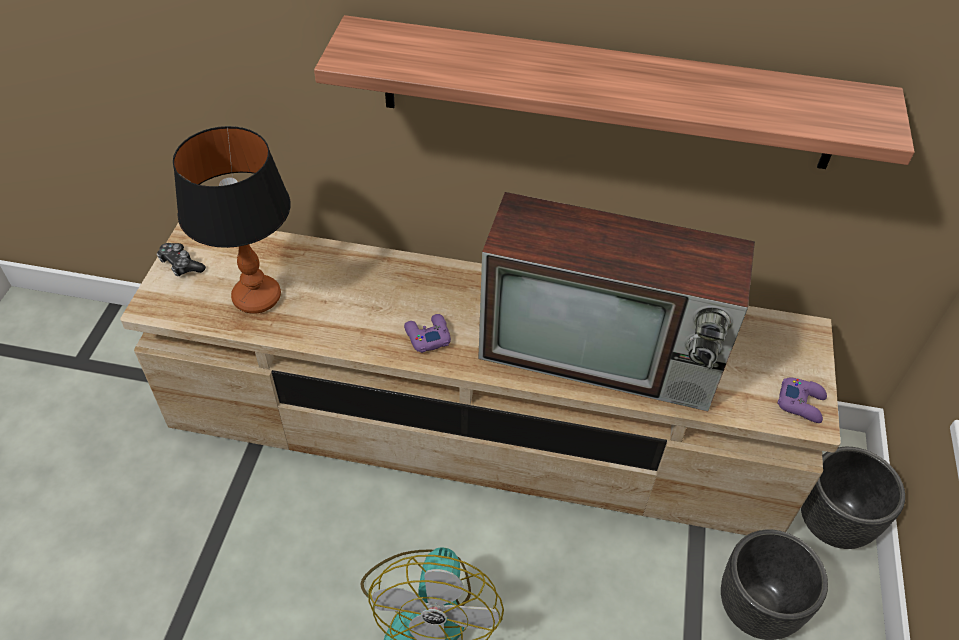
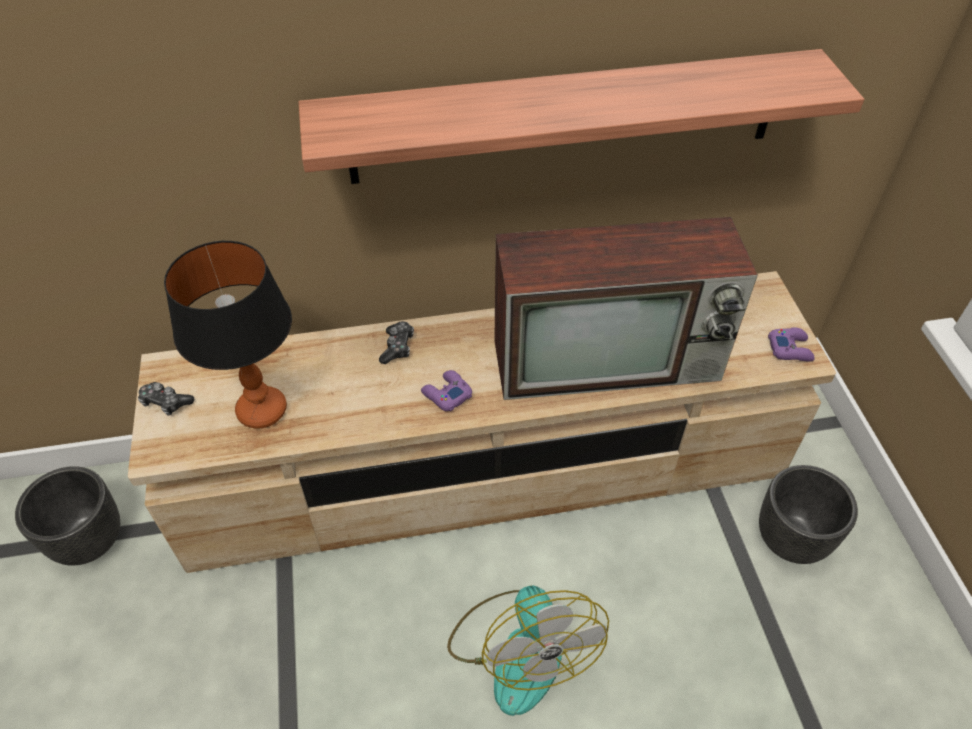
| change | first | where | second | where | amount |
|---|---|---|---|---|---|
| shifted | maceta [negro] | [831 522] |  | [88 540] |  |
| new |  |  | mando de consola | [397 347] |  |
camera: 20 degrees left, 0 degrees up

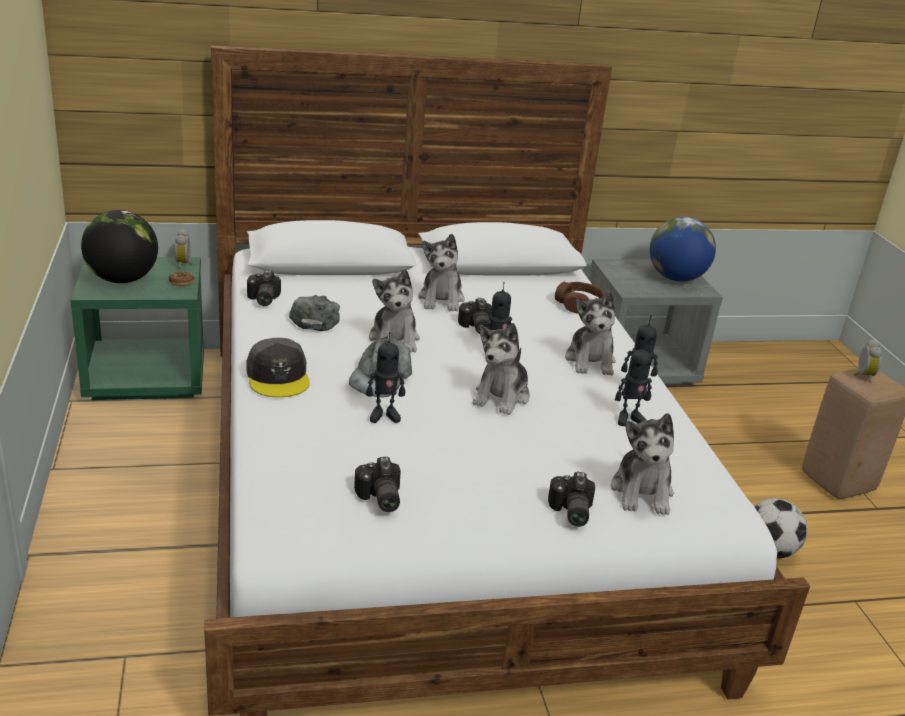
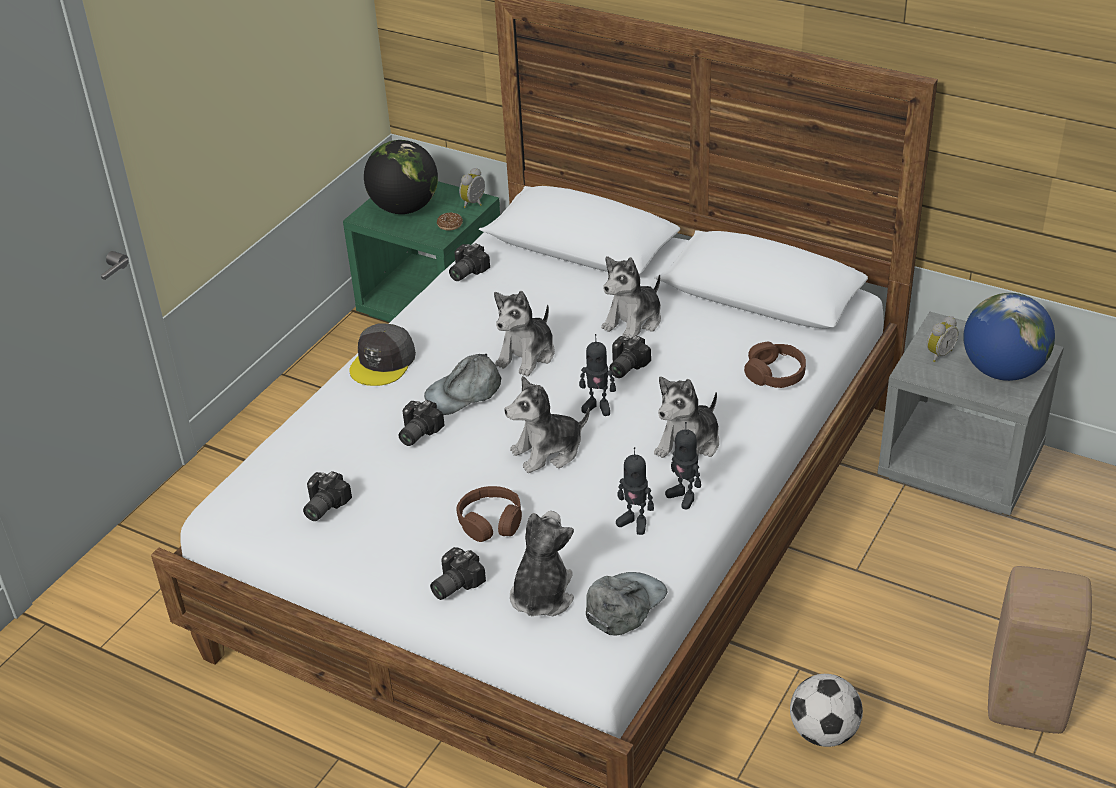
| change | first | where | second | where | amount |
|---|---|---|---|---|---|
| shifted | gorra [gris] | [315 317] |  | [624 604] |  |
| swapped | robot de juguete | [384 415] | cámara | [416 433] |  |
| rotated | peluche | [642 492] |  | [541 595] | 150 degrees clockwise |
| shifted | despertador | [862 376] |  | [938 354] |  |
| new |  |  | auriculares [marrón] | [490 522] |  |
camera: 45 degrees right, 10 degrees up

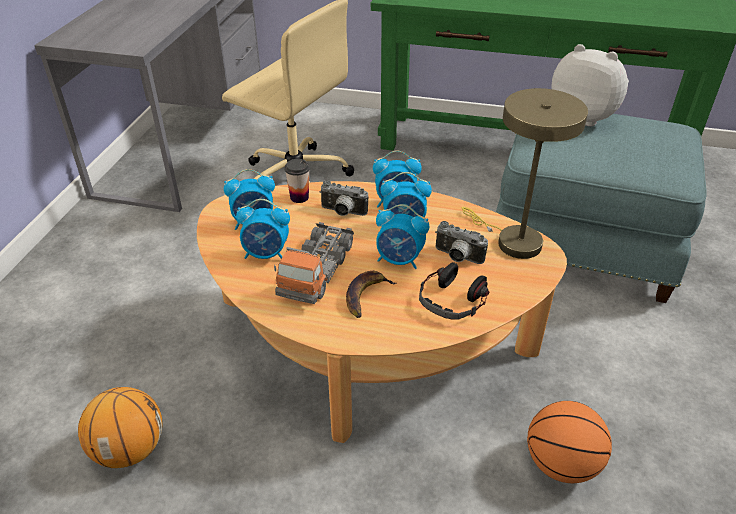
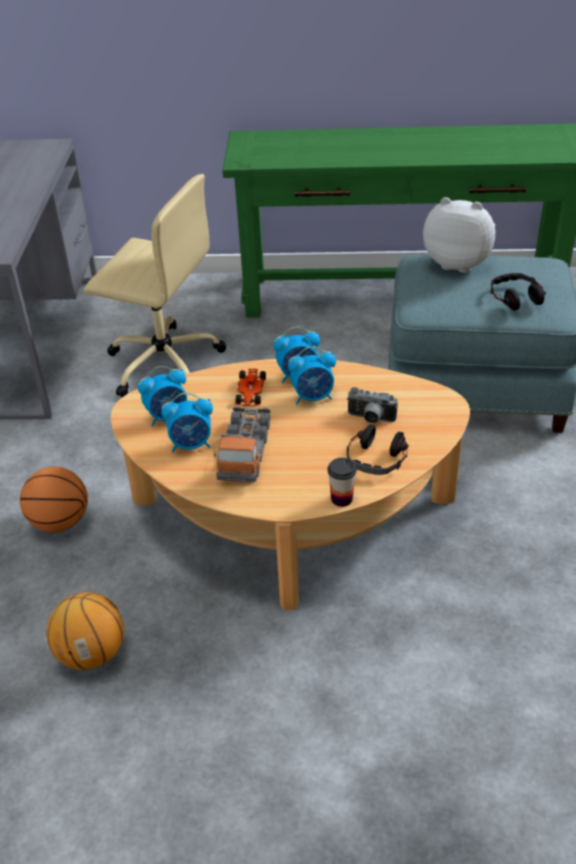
| change | first | where | second | where | amount |
|---|---|---|---|---|---|
| shifted | taza | [299 197] |  | [341 499] |  |
| swapped | cámara | [342 212] | coche de juguete | [250 393] |  |
| gone | plátano | [366 296] |  |  |  |
| gone | despertador | [399 260] |  |  |  |
| gone | lámpara de mesa [beis] | [512 241] |  |  |  |
| shifted | balón de baloncesto | [561 464] |  | [60 522] |  |
| new |  |  | auriculares | [515 297] |  |
camera: 10 degrees left, 0 degrees up

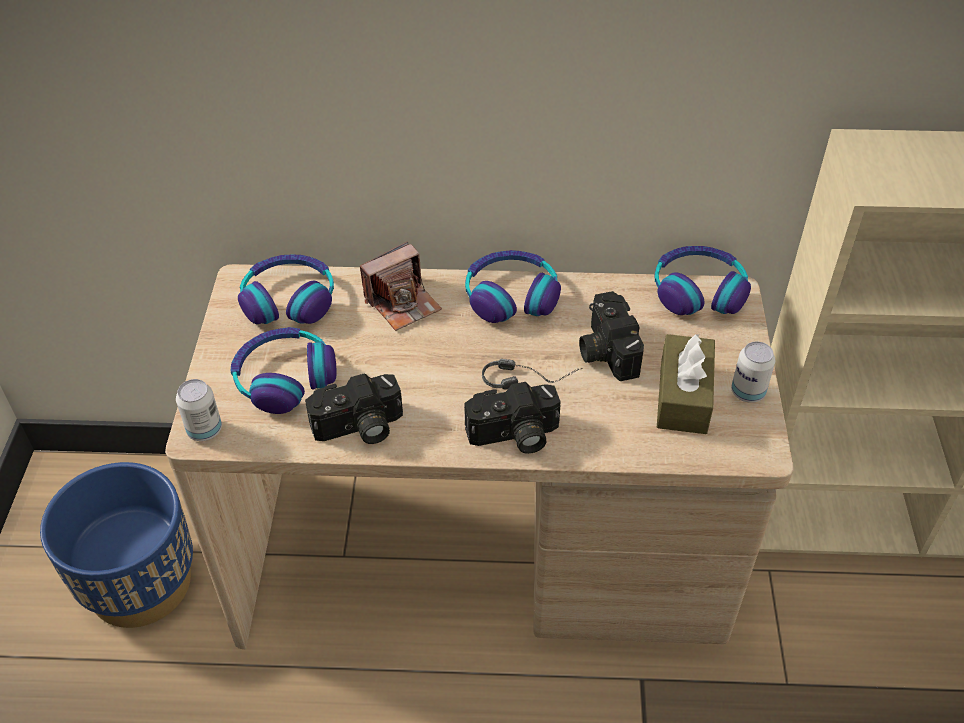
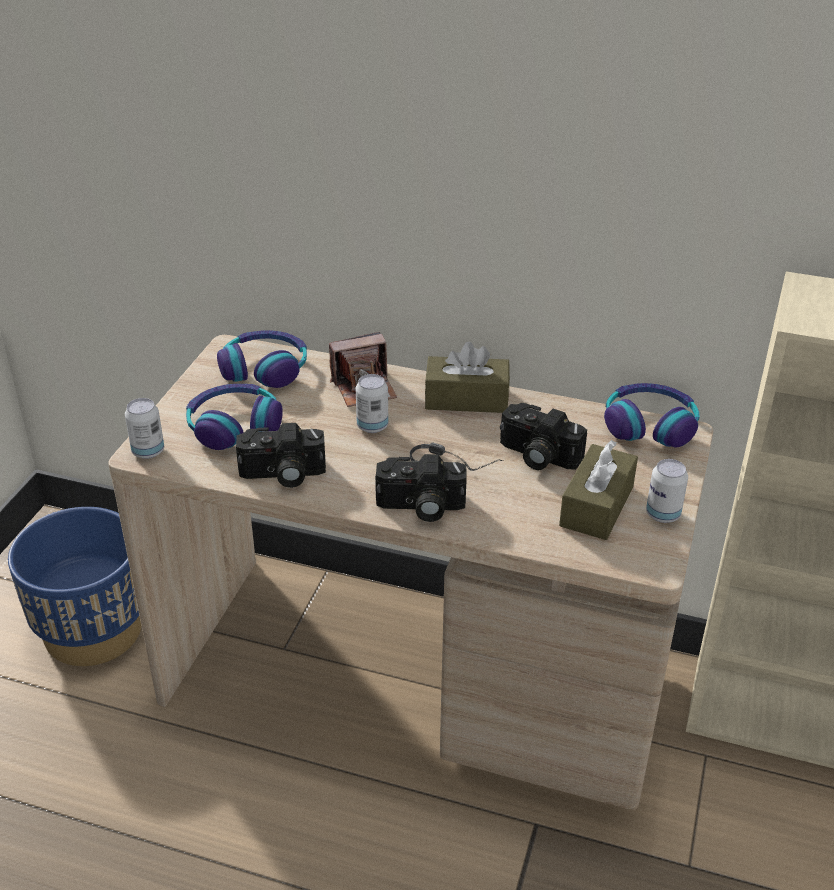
| change | first | where | second | where | amount |
|---|---|---|---|---|---|
| swapped | auriculares | [511 296] | caja de pañuelos [marrón] | [466 399] |  |
| rotated | cámara | [605 350] |  | [536 456] | 60 degrees counterclockwise |
| new |  |  | lata | [372 426] |  |
camera: 15 degrees right, 10 degrees down

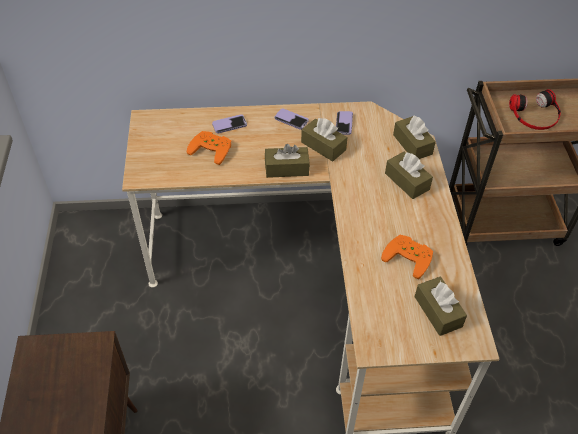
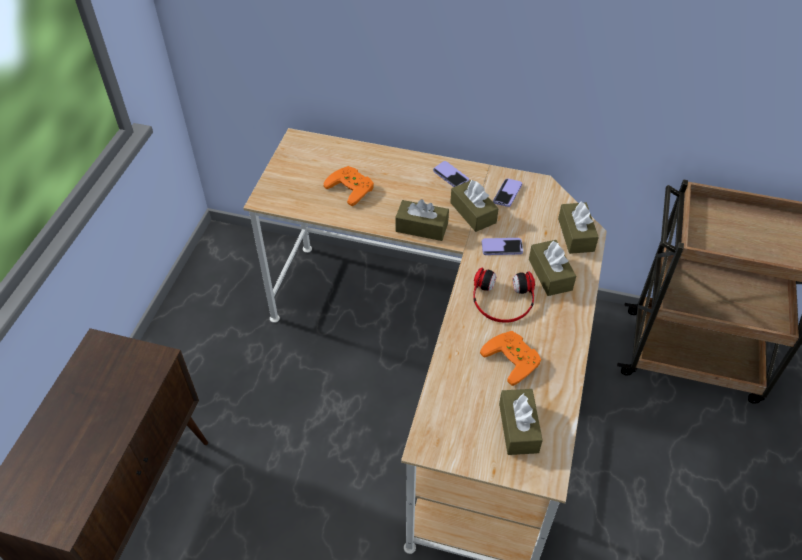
| change | first | where | second | where | amount |
|---|---|---|---|---|---|
| shifted | móvil | [229 125] |  | [502 247] |  |
| shifted | auriculares | [535 115] |  | [502 300] |  |
camera: 20 degrees right, 0 degrees up

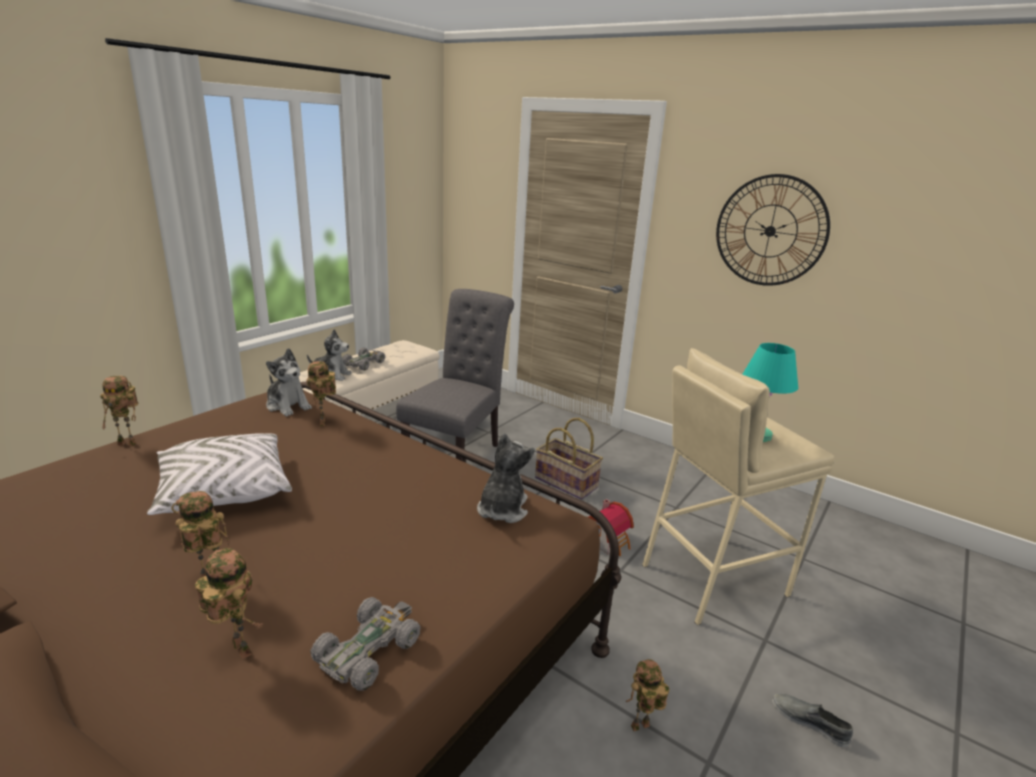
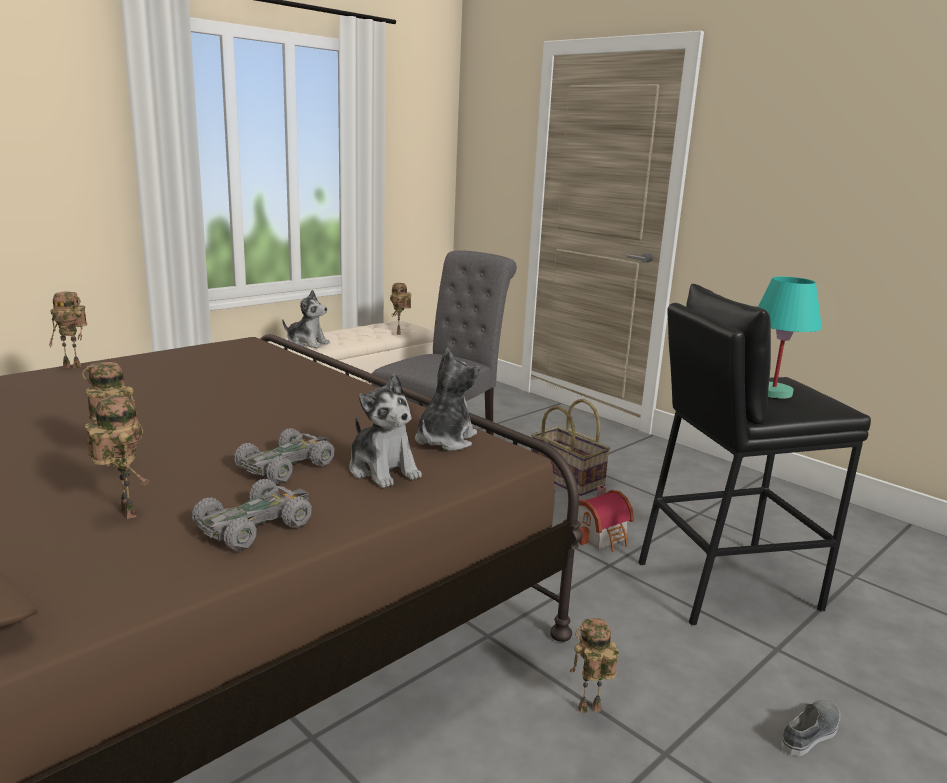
| change | first | where | second | where | amount |
|---|---|---|---|---|---|
| gone | cojín [blanco] | [224 490] |  |  |  |
| shifted | peluche | [288 405] |  | [383 470] |  |
| shifted | robot de juguete | [324 423] |  | [400 333] |  |
| shifted | coche de juguete [gris] | [364 363] |  | [286 465] |  |
| repainted | taburete [beis] | [712 579] | taburete [negro] | [725 584] |  |
| gone | reloj de pared | [770 231] |  |  |  |
| rotated | zapato [gris] | [809 721] |  | [811 732] | 90 degrees clockwise |
camera: 10 degrees right, 5 degrees down

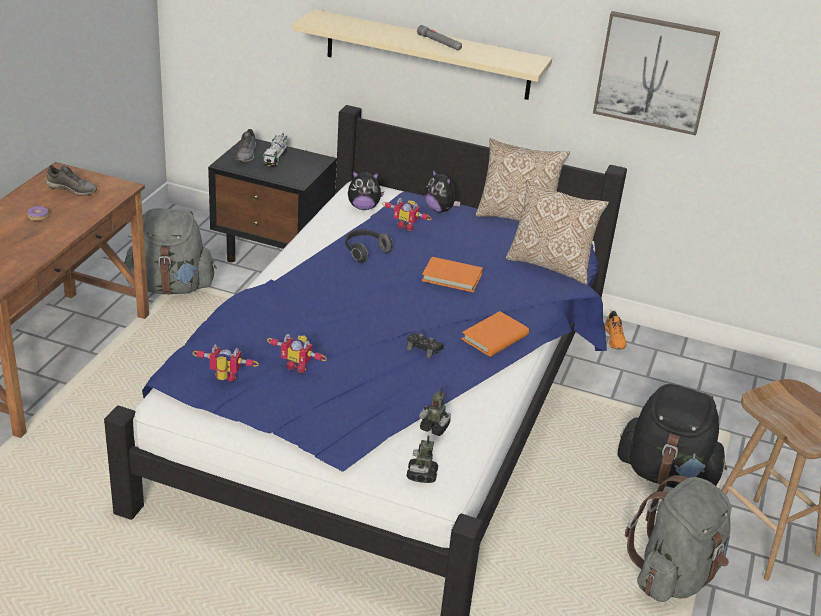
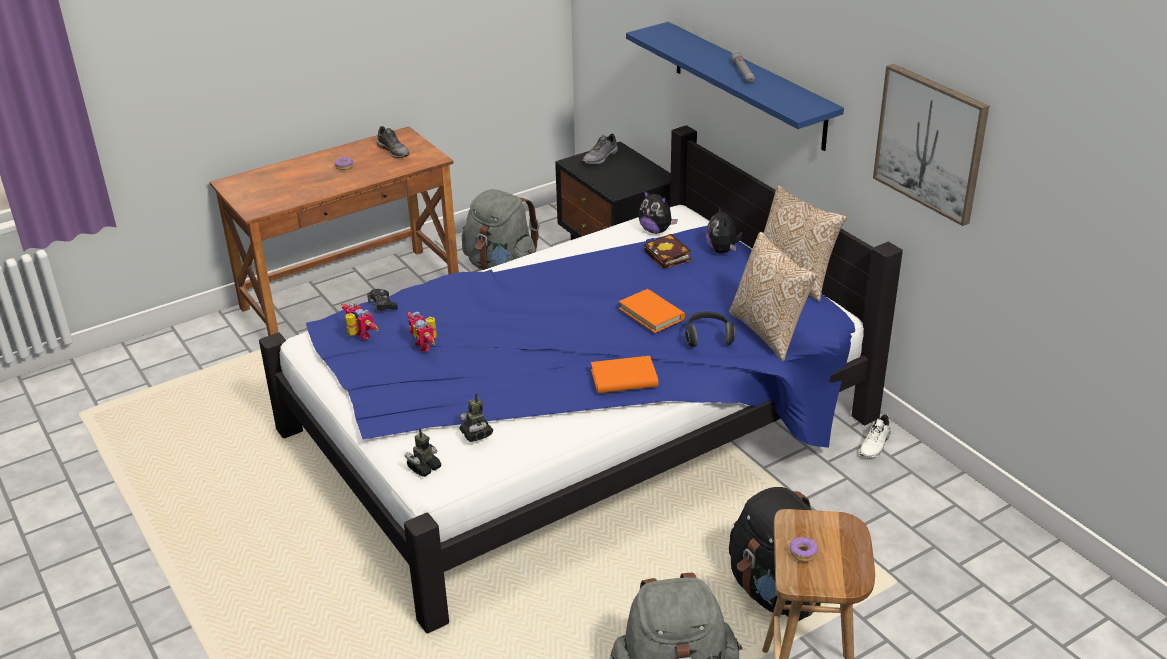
| change | first | where | second | where | amount |
|---|---|---|---|---|---|
| gone | camión de juguete | [275 158] |  |  |  |
| repainted | estante [beis] | [427 55] | estante [azul] | [748 85] |  |
| shifted | auriculares | [365 251] |  | [708 337] |  |
| swapped | robot de juguete | [406 226] | libro | [669 257] |  |
| shifted | mando de consola [negro] | [424 348] |  | [382 304] |  |
| repainted | zapato [naranja] | [615 338] | zapato [blanco] | [875 445] |  |
| new |  |  | rosquilla | [802 553] |  |
camera: 40 degrees right, 0 degrees up

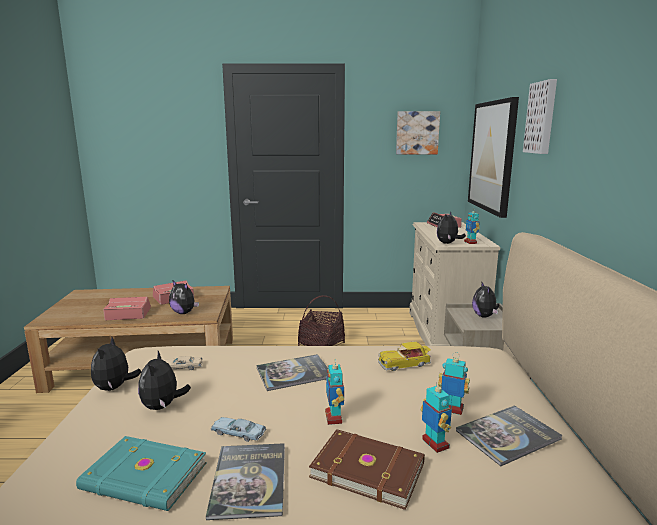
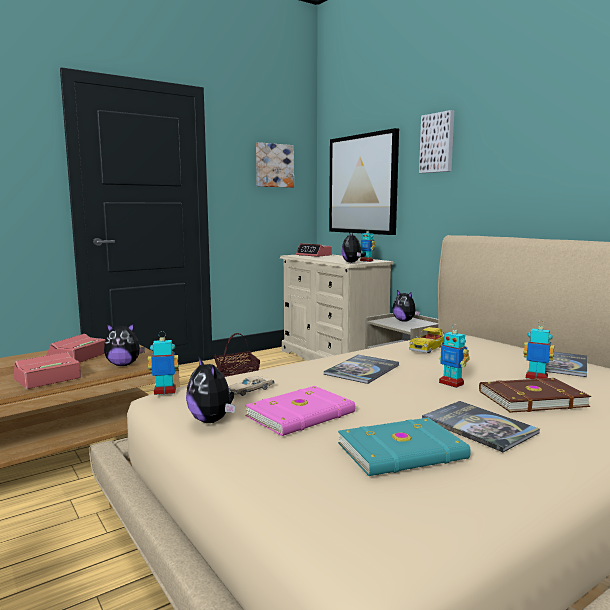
| change | first | where | second | where | amount |
|---|---|---|---|---|---|
| swapped | peluche | [163 406] | libro [rosa] | [302 415] |  |
| gone | coche de juguete [azul] | [238 433] |  |  |  |
| shifted | robot de juguete | [451 409] |  | [165 392] |  |
camera: 35 degrees left, 5 degrees down

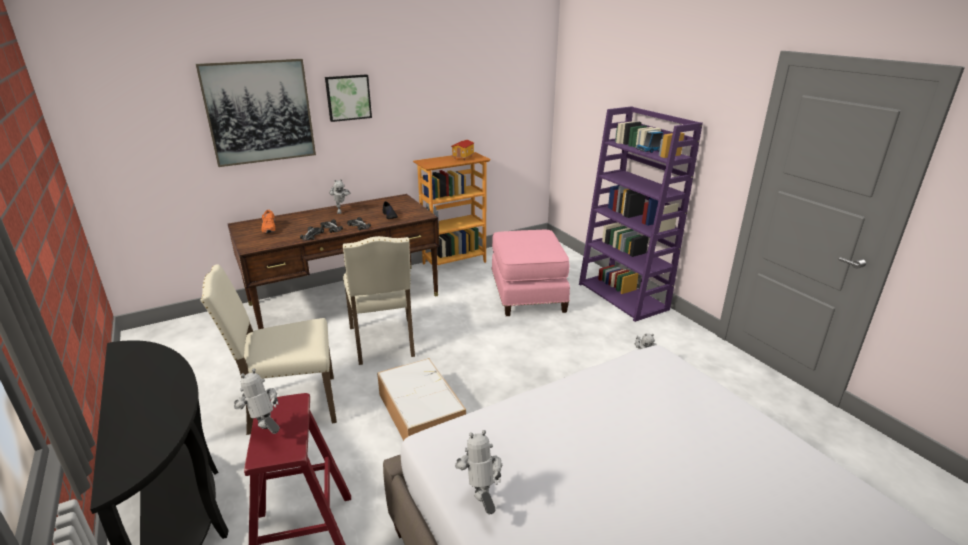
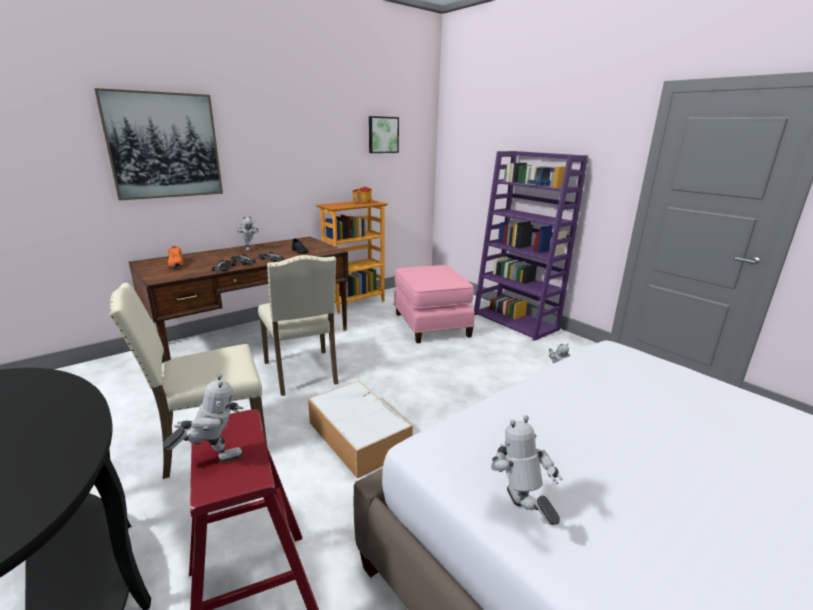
| change | first | where | second | where | amount |
|---|---|---|---|---|---|
| rotated | robot de juguete | [266 433] |  | [213 458] | 120 degrees clockwise |
| shifted | cuadro | [348 97] |  | [382 135] |  |
camera: 10 degrees left, 5 degrees down

